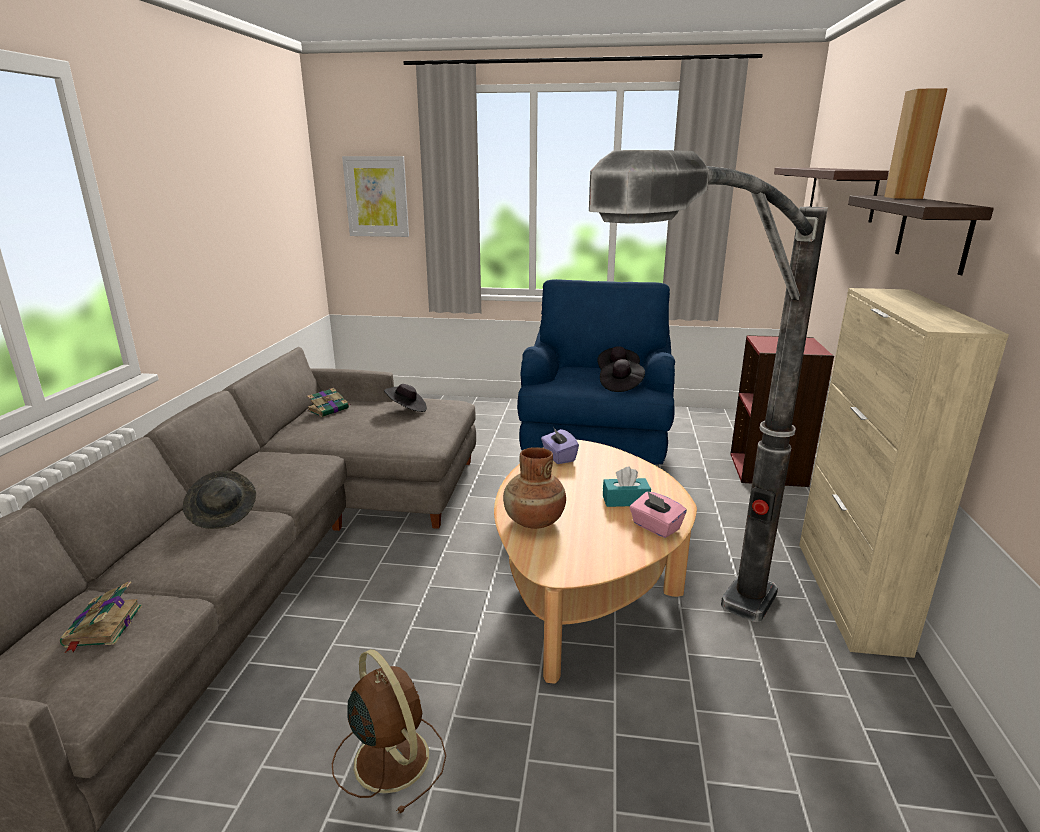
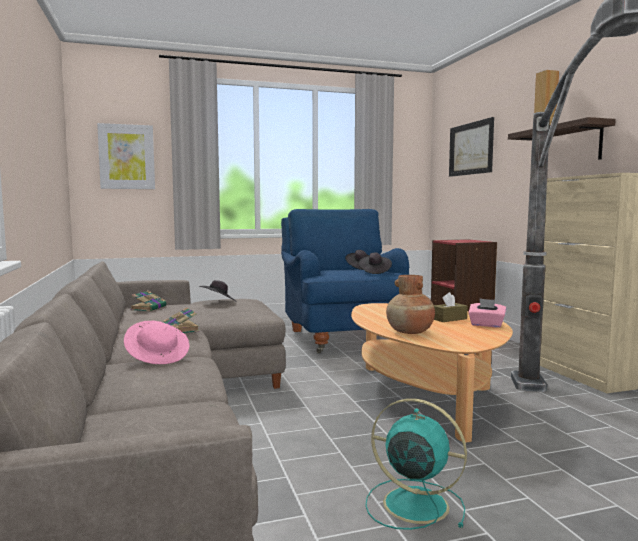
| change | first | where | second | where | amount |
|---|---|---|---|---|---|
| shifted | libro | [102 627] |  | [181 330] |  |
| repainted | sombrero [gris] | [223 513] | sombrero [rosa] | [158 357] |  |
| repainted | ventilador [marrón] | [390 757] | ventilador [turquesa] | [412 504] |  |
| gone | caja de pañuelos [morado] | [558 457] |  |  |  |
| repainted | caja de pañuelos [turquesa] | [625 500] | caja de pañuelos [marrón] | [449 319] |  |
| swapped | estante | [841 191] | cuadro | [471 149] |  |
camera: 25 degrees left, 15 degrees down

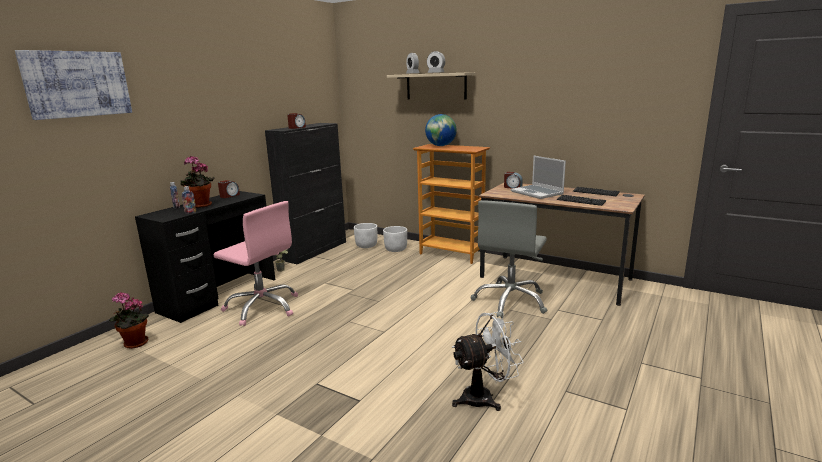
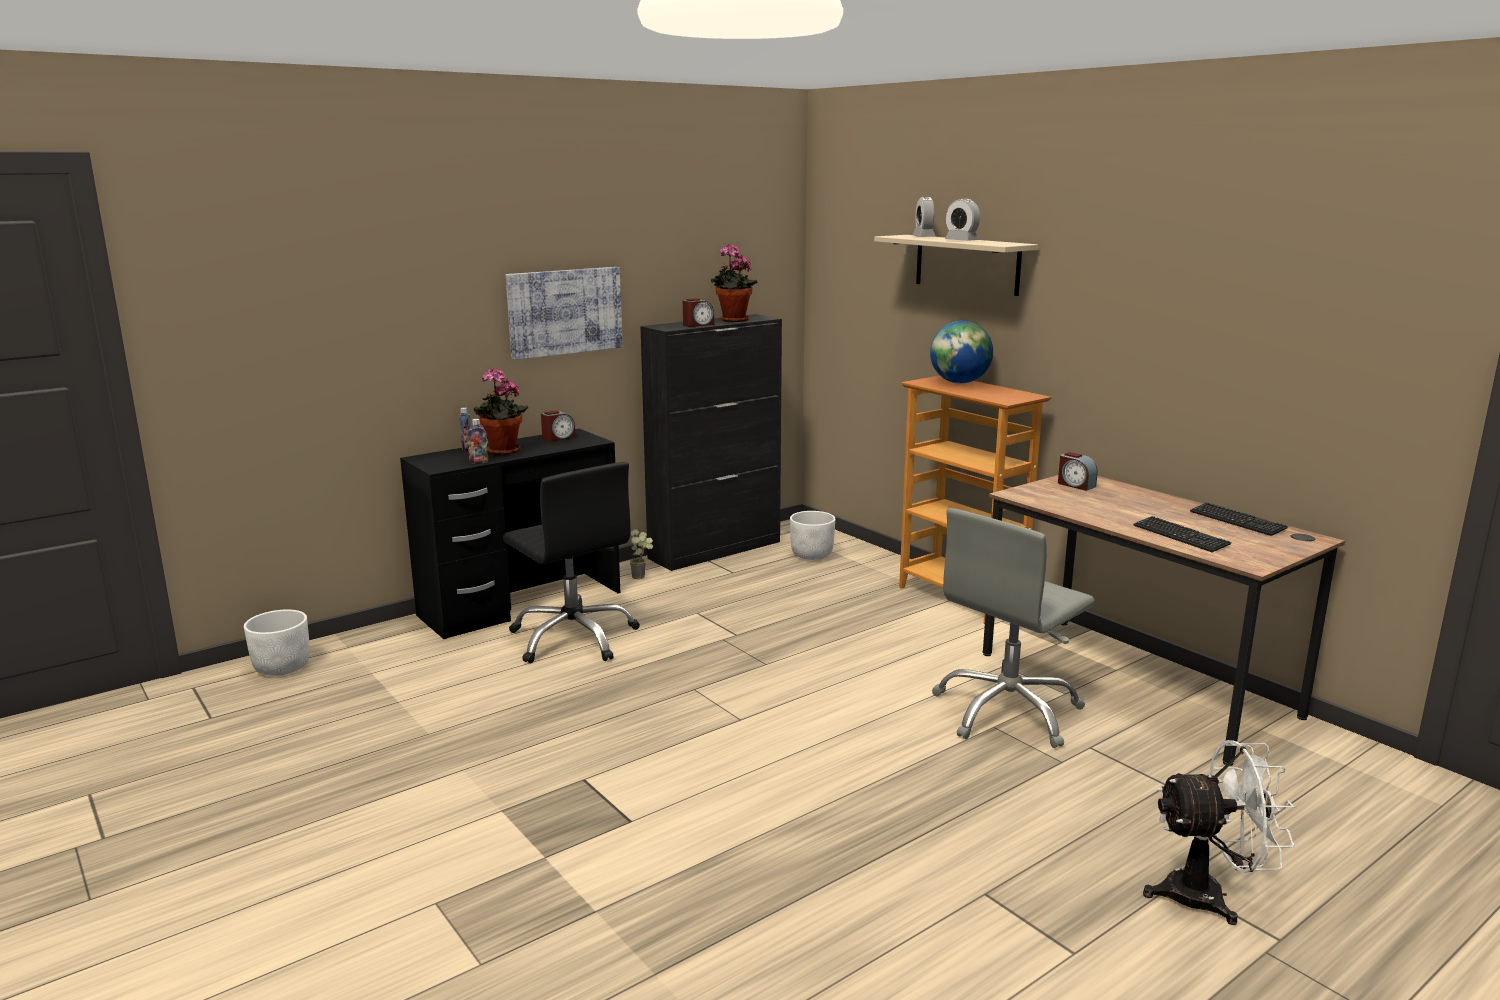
| change | first | where | second | where | amount |
|---|---|---|---|---|---|
| shifted | cuadro | [77 84] |  | [564 312] |  |
| shifted | planta en maceta | [134 344] |  | [732 320] |  |
| repainted | silla de oficina [rosa] | [262 307] | silla de oficina [negro] | [574 638] |  |
| shifted | maceta [blanco] | [395 249] |  | [282 667] |  |
| shifted | ventilador [blanco] | [484 397] |  | [1209 895] |  |
| gone | portátil | [537 193] |  |  |  |
camera: 20 degrees right, 0 degrees up

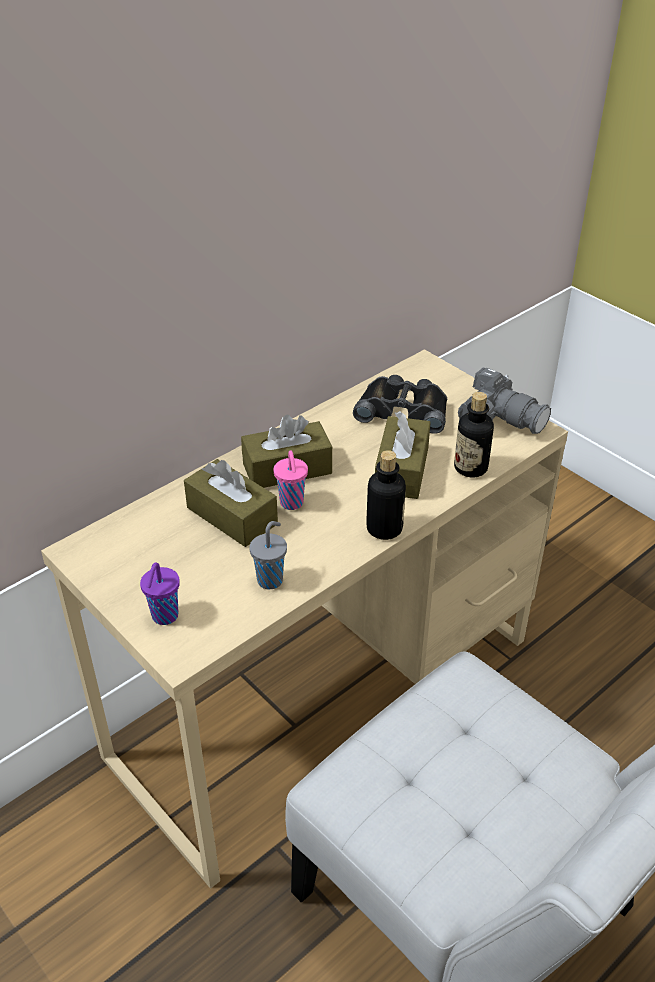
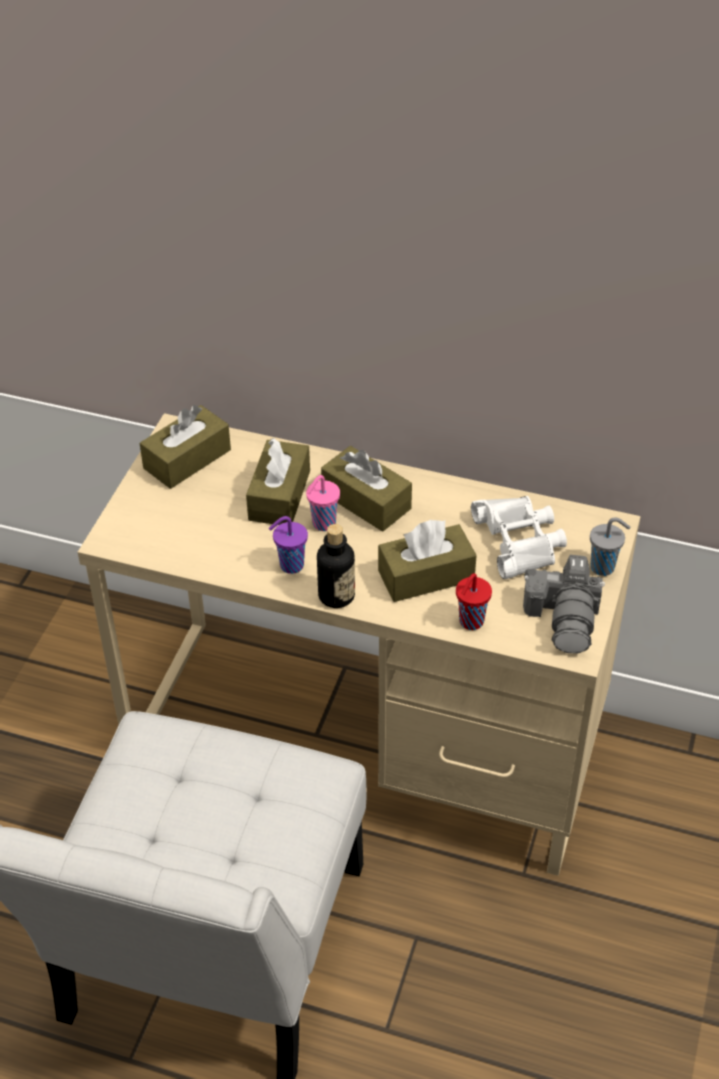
| change | first | where | second | where | amount |
|---|---|---|---|---|---|
| shifted | taza [morado] | [164 617] |  | [290 565] |  |
| shifted | taza [gris] | [271 579] |  | [604 567] |  |
| repainted | prismáticos [negro] | [403 410] | prismáticos [blanco] | [520 541] |  |
| swapped | botella | [470 468] | taza [rojo] | [470 622] |  |
| new |  |  | caja de pañuelos [marrón] | [187 459] |  |
camera: 60 degrees right, 5 degrees up

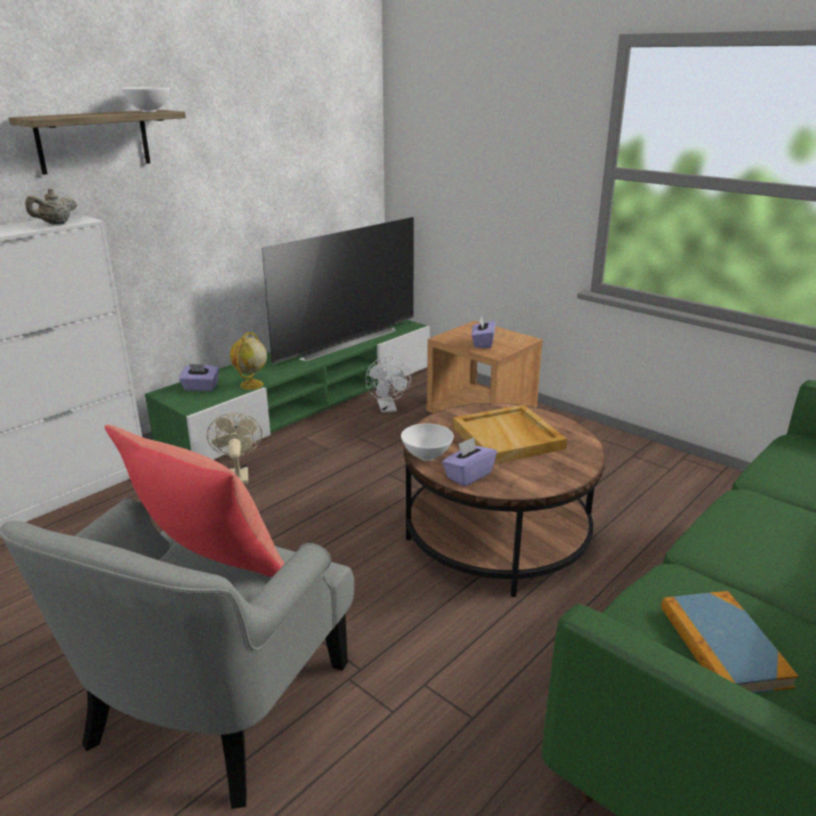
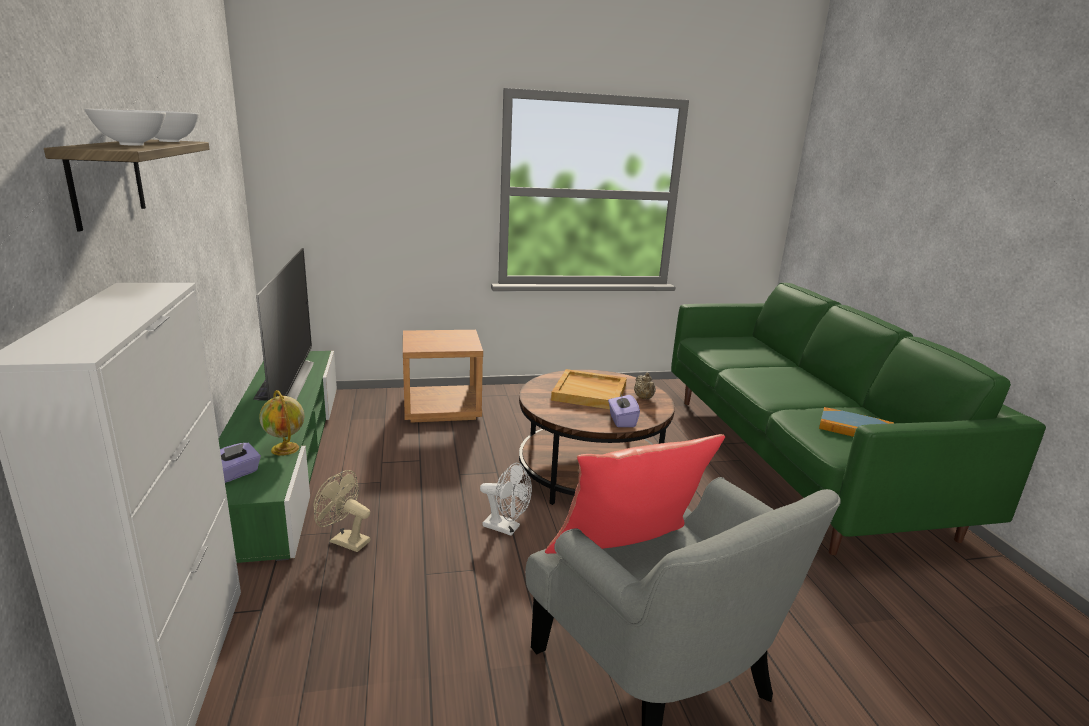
| change | first | where | second | where | amount |
|---|---|---|---|---|---|
| shifted | tetera [beis] | [55 224] |  | [644 398] |  |
| shifted | ventilador [blanco] | [388 408] |  | [506 528] |  |
| shifted | cuenco [blanco] | [426 457] |  | [131 144] |  |
| gone | caja de pañuelos [morado] | [482 343] |  |  |  |
camera: 55 degrees left, 5 degrees down

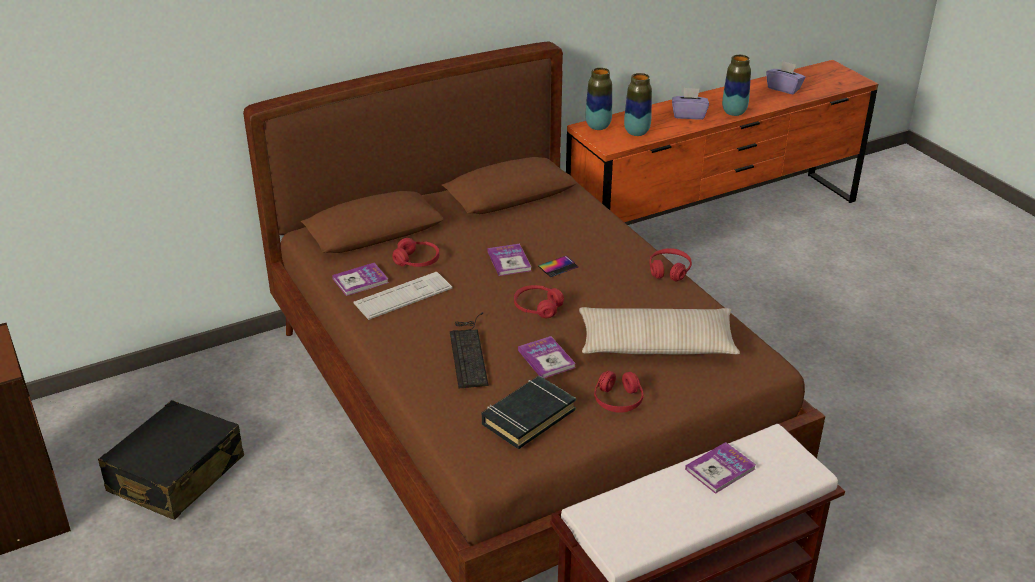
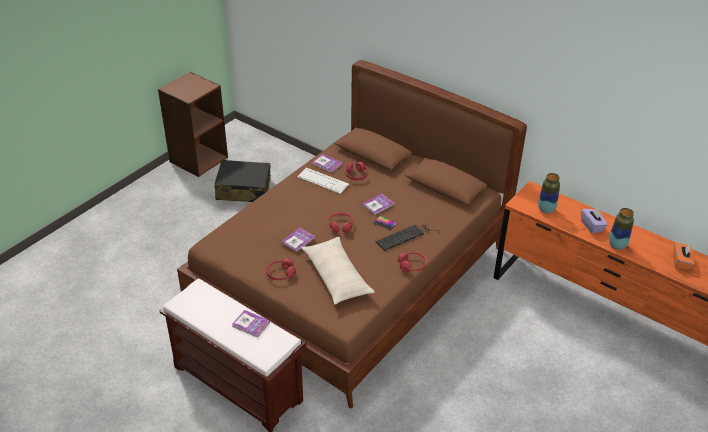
| change | first | where | second | where | amount |
|---|---|---|---|---|---|
| shifted | teclado | [469 351] |  | [405 236] |  |
| gone | libro [negro] | [528 416] |  |  |  |
| gone | florero | [598 126] |  |  |  |
| repainted | caja de pañuelos [morado] | [784 88] | caja de pañuelos [naranja] | [681 262] |  |
camera: 65 degrees right, 5 degrees up

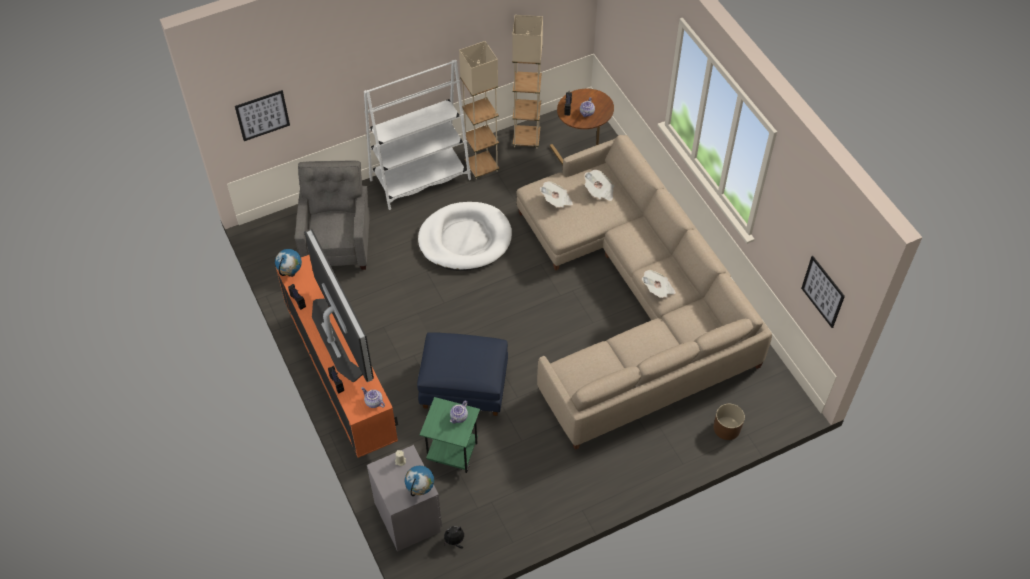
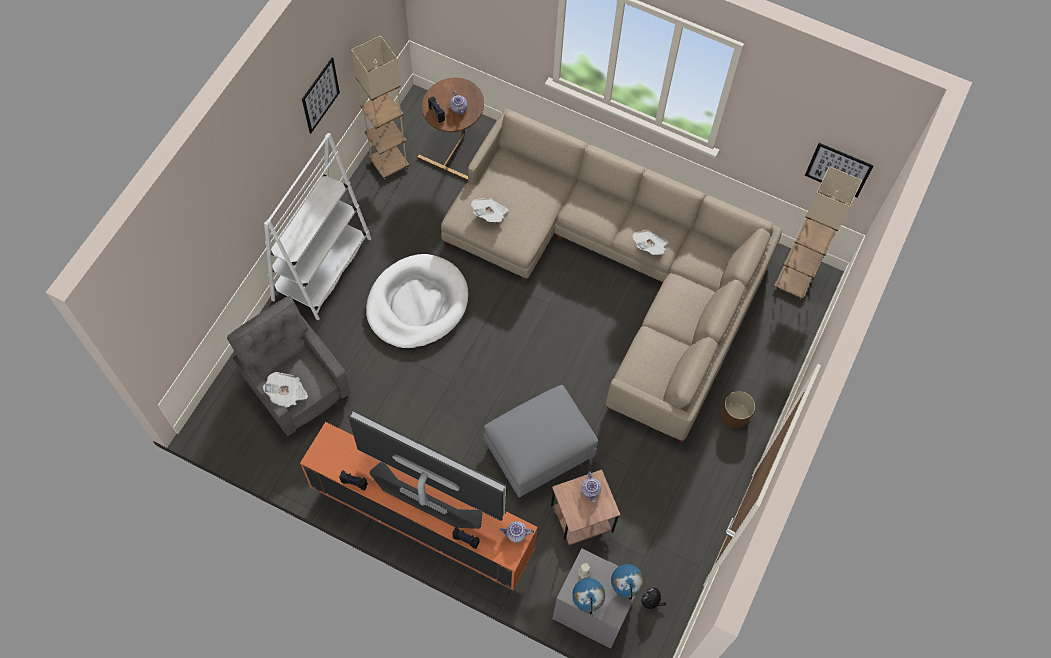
| change | first | where | second | where | amount |
|---|---|---|---|---|---|
| shifted | cuadro | [262 115] |  | [320 95] |  |
| shifted | globo terráqueo | [291 273] |  | [587 600] |  |
| repainted | puf [azul] | [463 388] | puf [gris] | [539 453] |  |
| repainted | mesa auxiliar [verde] | [453 452] | mesa auxiliar [marrón] | [581 520] |  |
| shifted | lámpara de pie [beis] | [482 167] |  | [793 282] |  |
| shifted | periódico | [599 191] |  | [287 394] |  |
| shifted | maceta [marrón] | [727 428] |  | [735 415] |  |
camera: 40 degrees left, 10 degrees up

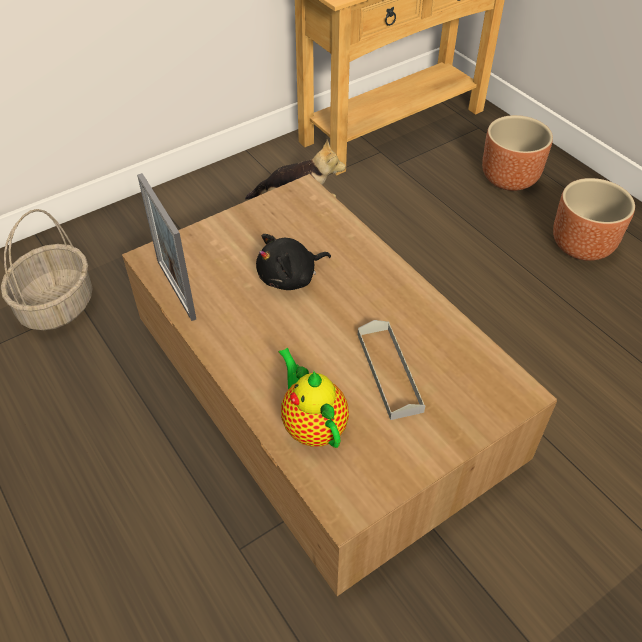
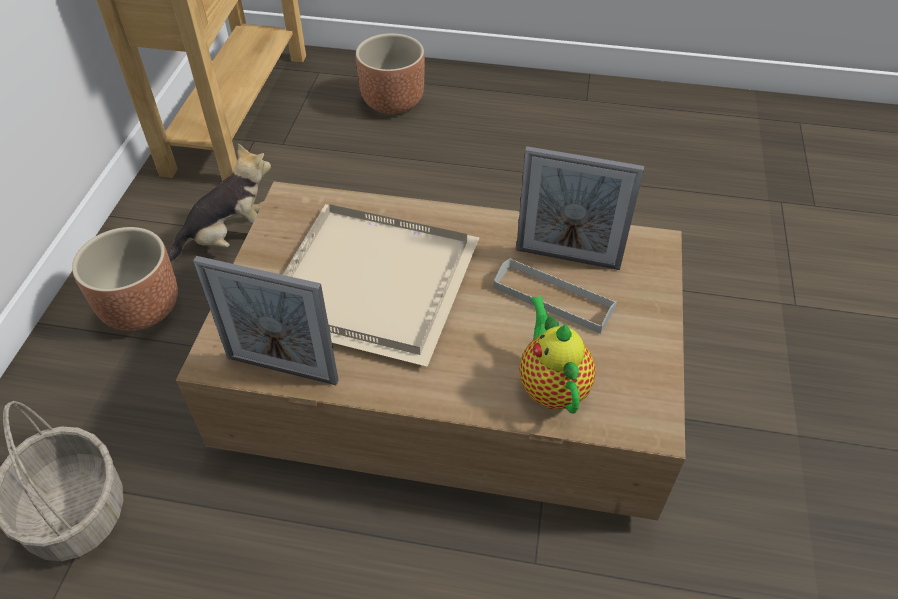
| change | first | where | second | where | amount |
|---|---|---|---|---|---|
| swapped | peluche [negro] | [290 277] | bandeja [beis] | [376 282] |  |
| rotated | tetera | [312 425] |  | [551 385] | 60 degrees clockwise |
| shifted | maceta [marrón] | [581 245] |  | [140 309] |  |
| new |  |  | portarretratos | [567 258] |  |
camera: 45 degrees left, 0 degrees up

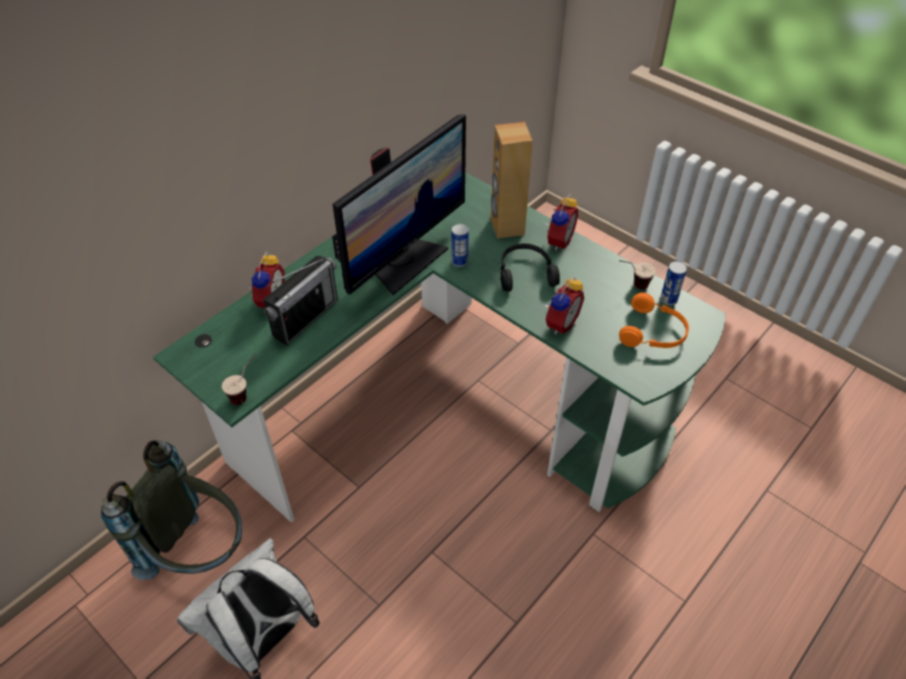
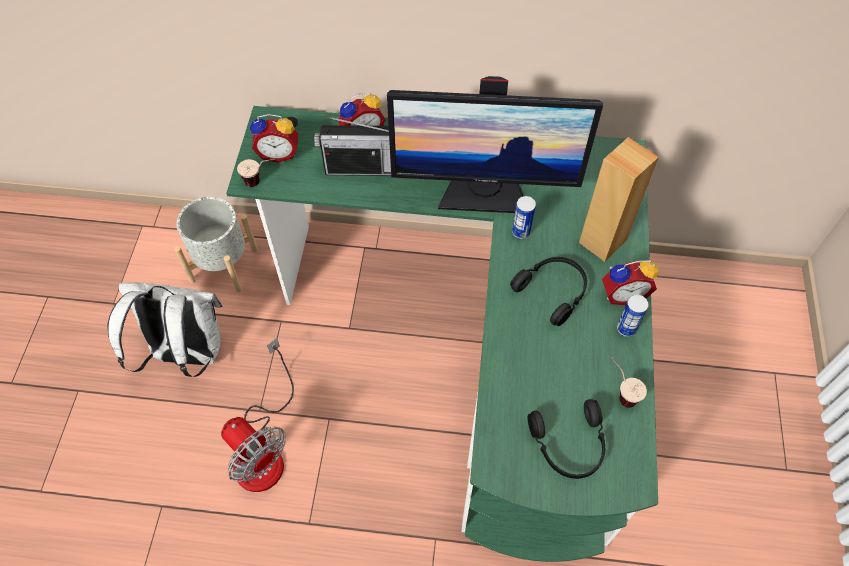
| change | first | where | second | where | amount |
|---|---|---|---|---|---|
| swapped | mochila [gris] | [198 553] | maceta [gris] | [223 265] |  |
| shifted | despertador | [559 323] |  | [279 153] |  |
| repainted | auriculares [naranja] | [654 332] | auriculares [negro] | [569 445] |  |
| shifted | lata | [668 299] |  | [626 328] |  |
| new |  |  | ventilador | [263 448] |  |
camera: 55 degrees right, 10 degrees up

